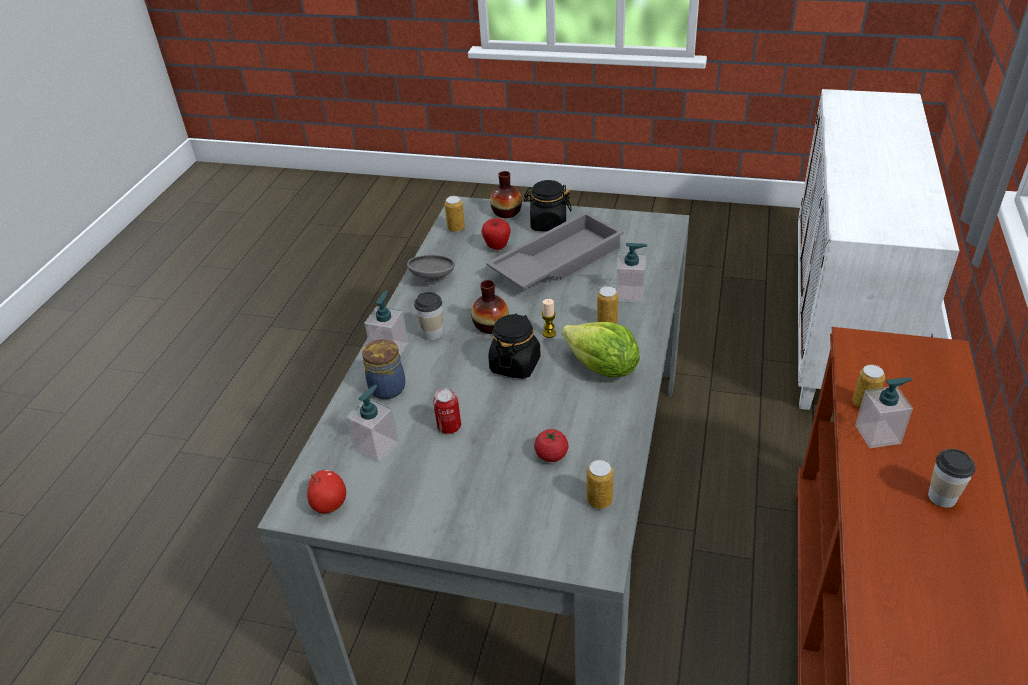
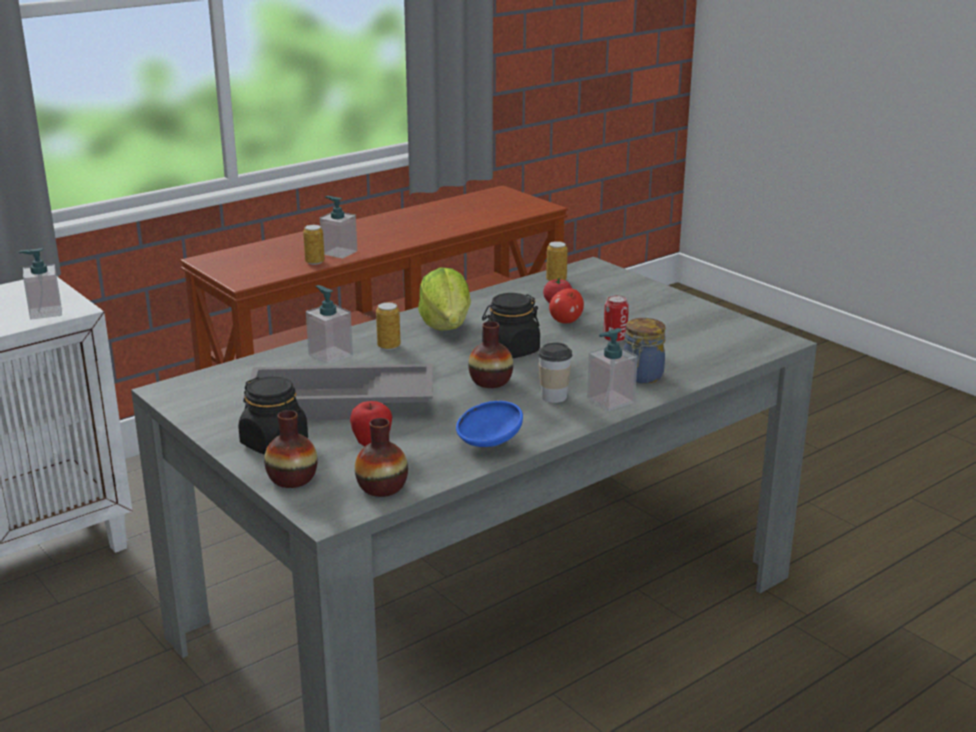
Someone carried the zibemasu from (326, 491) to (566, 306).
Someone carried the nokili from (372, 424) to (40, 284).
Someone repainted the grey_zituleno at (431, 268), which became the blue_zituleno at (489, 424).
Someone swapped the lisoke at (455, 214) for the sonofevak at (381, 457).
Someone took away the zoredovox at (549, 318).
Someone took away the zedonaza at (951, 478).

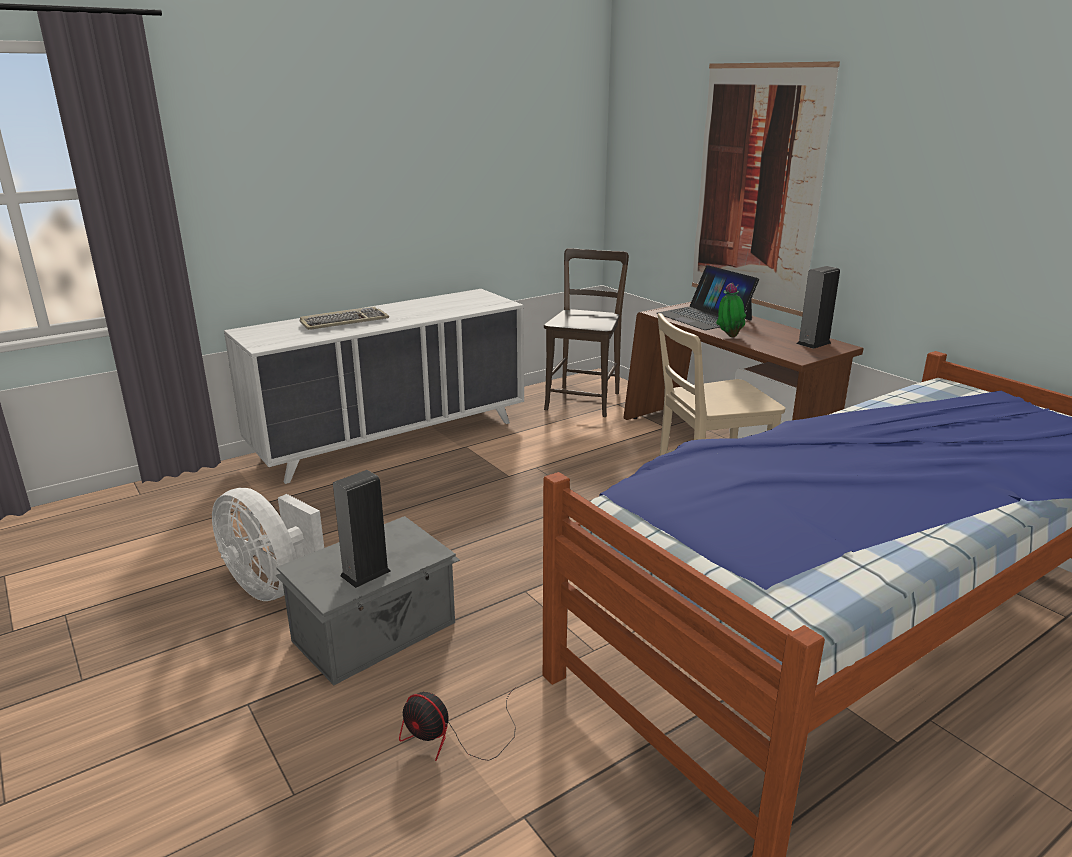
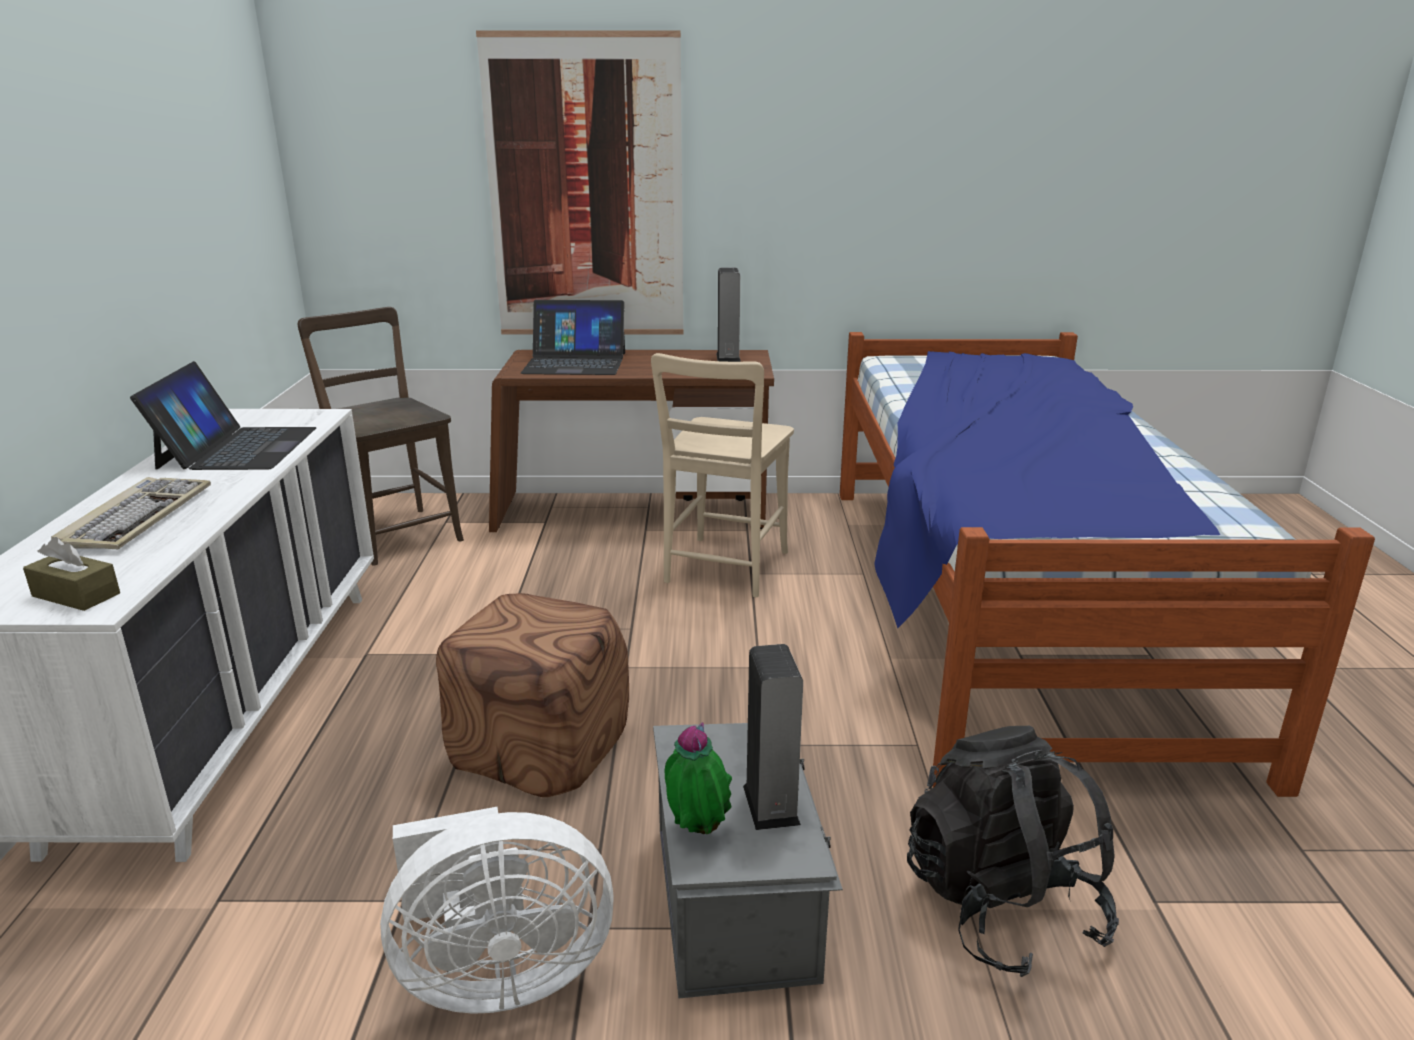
Someone swapped the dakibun at (457, 724) for the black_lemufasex at (1013, 851).
Someone carried the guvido from (731, 309) to (698, 778).
Someone put down the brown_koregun at (71, 574).
Someone put down the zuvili at (223, 415).
Someone put down the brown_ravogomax at (532, 695).

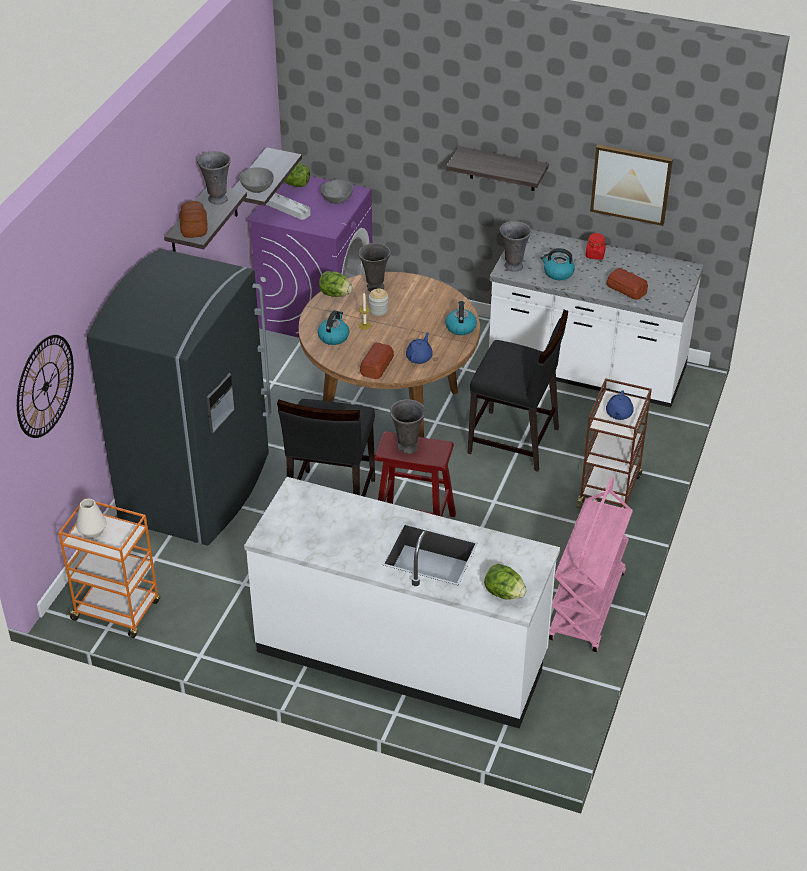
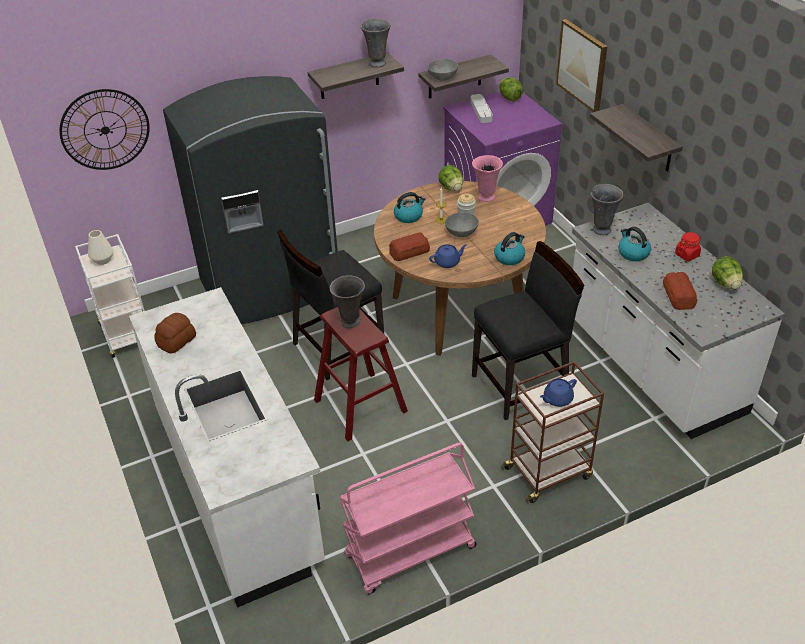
Someone repainted the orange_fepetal at (109, 568), which became the white_fepetal at (110, 296).
Someone carried the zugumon from (193, 219) to (175, 333).
Someone carried the grey_zituleno from (337, 191) to (462, 224).
Someone repainted the grey_sonofevak at (374, 267), which became the pink_sonofevak at (487, 178).
Someone rotated the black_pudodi at (517, 391) by 90 degrees counterclockwise.
Someone carried the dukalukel from (505, 582) to (727, 272).
Someone carried the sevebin from (631, 185) to (581, 65).

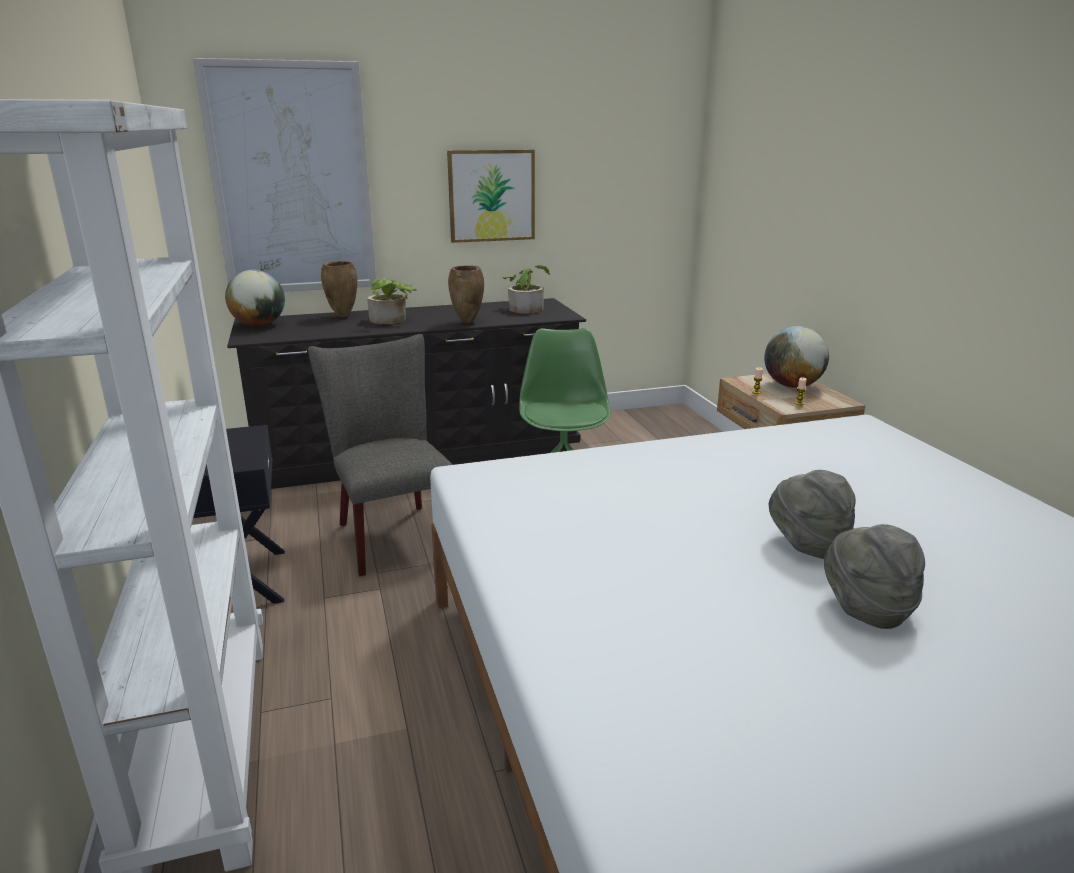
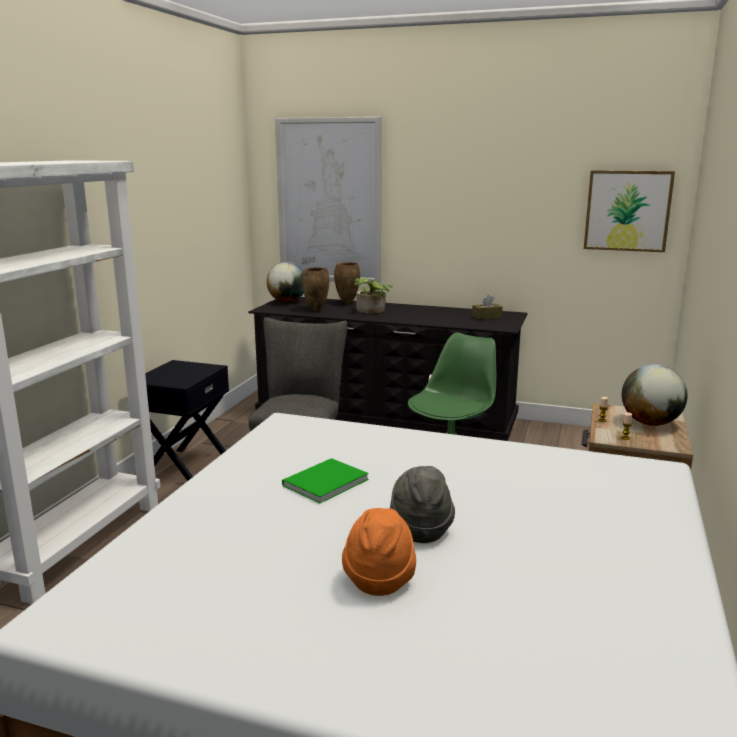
Someone carried the sevebin from (491, 196) to (629, 211).
Someone carried the brown_sonofevak from (466, 294) to (316, 289).
Someone swapped the guvido at (526, 289) for the brown_koregun at (487, 307).
Someone repainted the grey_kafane at (874, 576), which became the orange_kafane at (379, 552).
Someone put down the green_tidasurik at (325, 480).

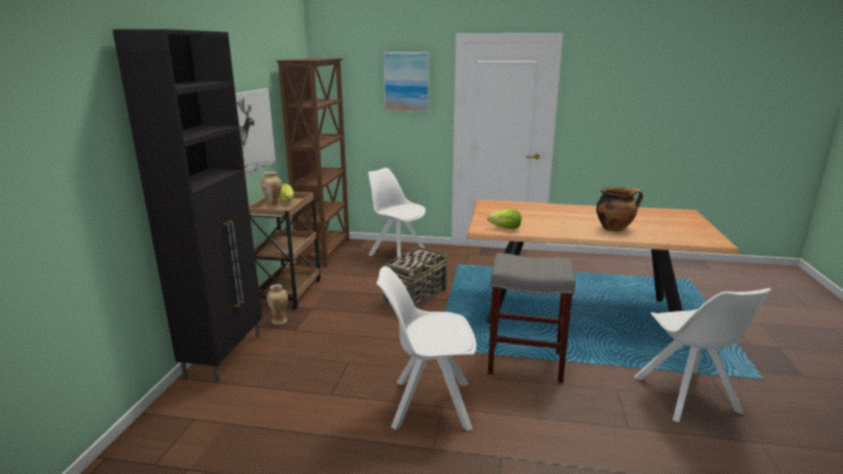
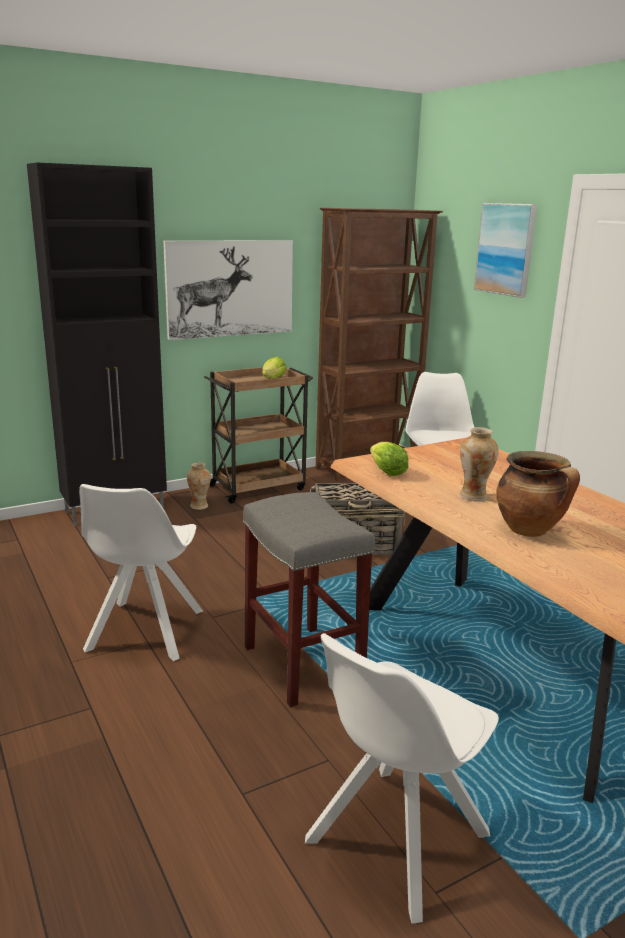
Someone carried the sonofevak from (271, 191) to (479, 464).
Someone rotated the white_pudodi at (426, 348) by 135 degrees counterclockwise.

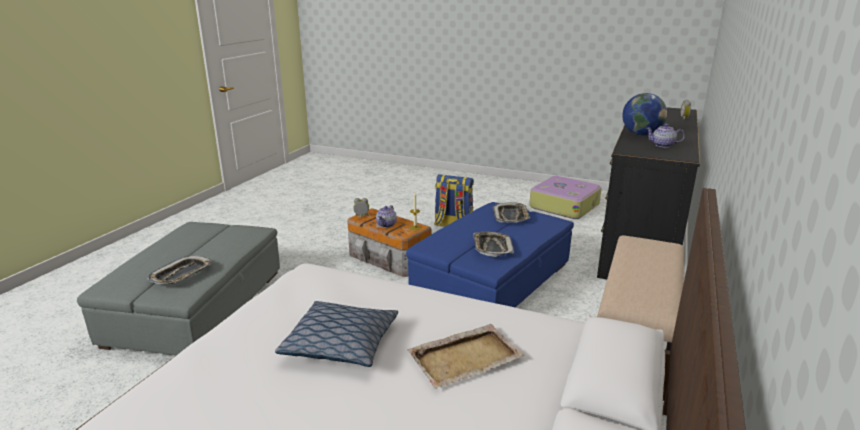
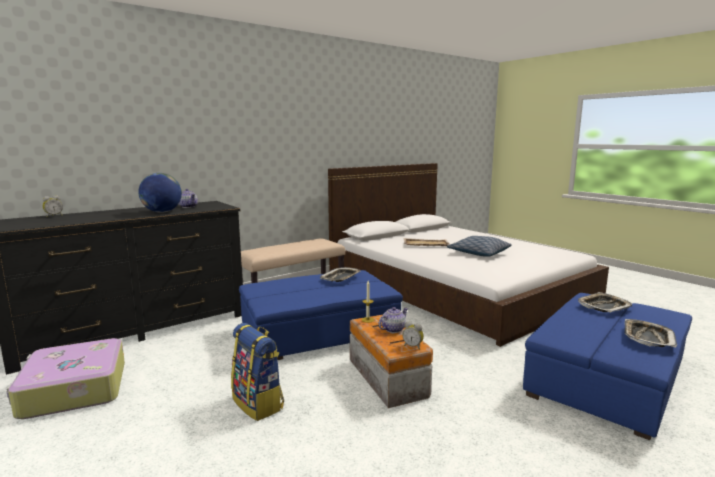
Someone repainted the grey_ravogomax at (178, 289), which became the blue_ravogomax at (607, 366).
Someone carried the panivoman from (511, 212) to (651, 333).

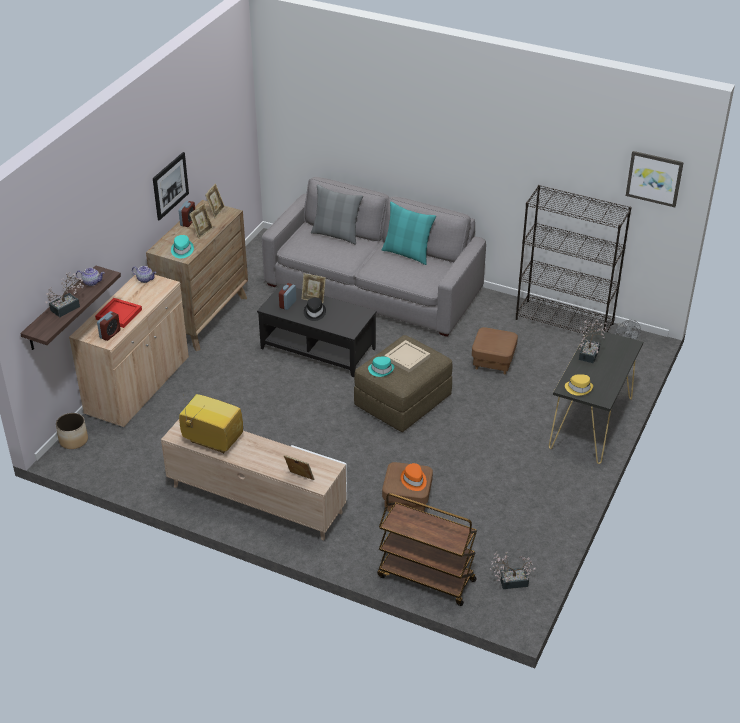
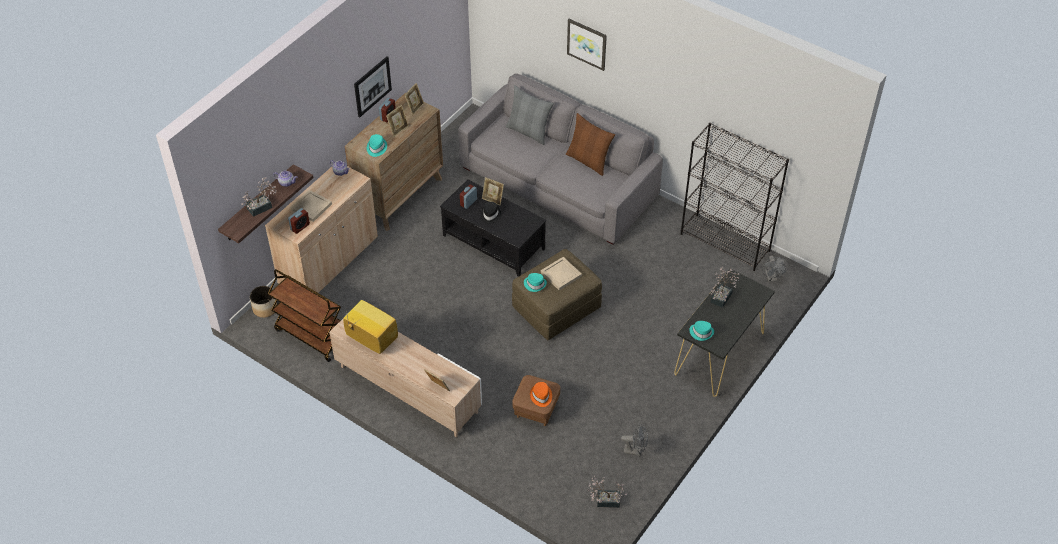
Someone repainted the red_panivoman at (118, 313), which became the beige_panivoman at (311, 206).
Someone carried the brown_fepetal from (427, 549) to (304, 315).
Someone repainted the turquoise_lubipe at (408, 233), which became the brown_lubipe at (590, 144).
Someone took away the brown_ravogomax at (495, 351).
Someone repainted the yellow_kafane at (579, 385), which became the turquoise_kafane at (701, 331).
Someone carried the sevebin from (655, 179) to (587, 45).
Someone put down the grey_dakibun at (634, 440).

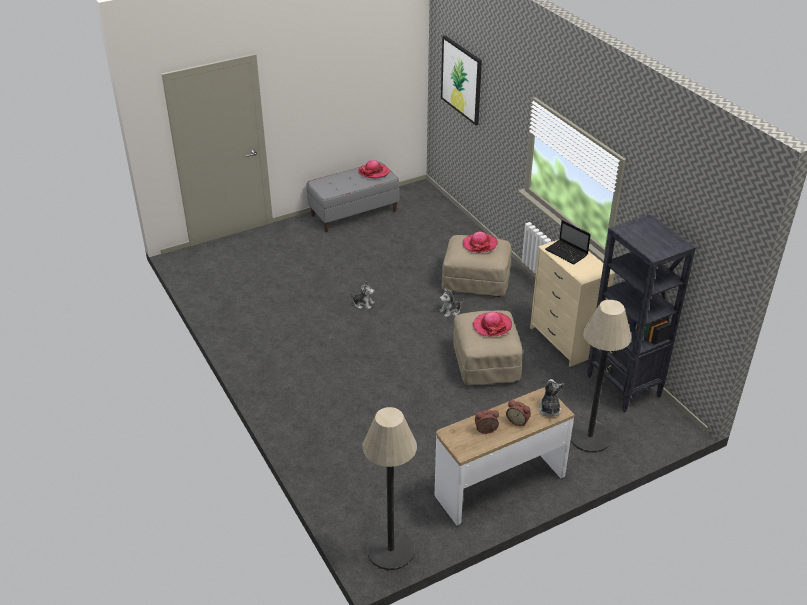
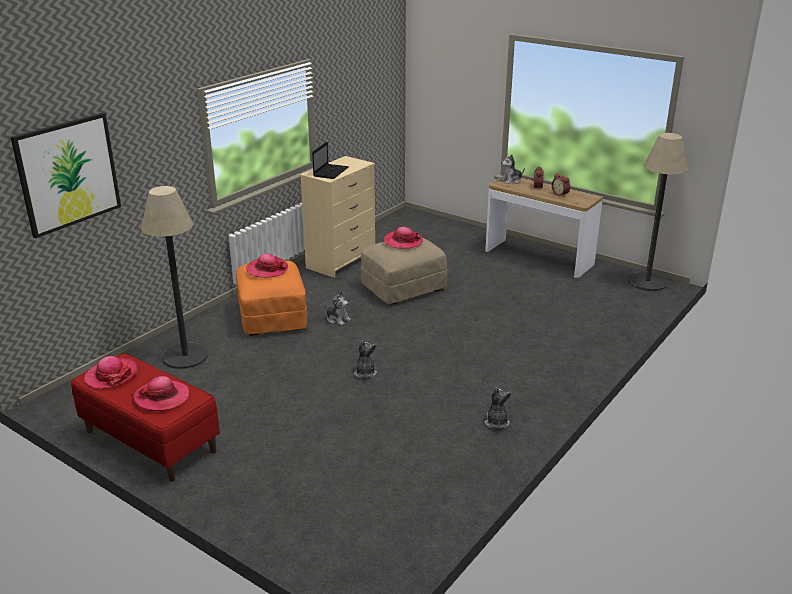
Someone repainted the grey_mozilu at (352, 197), which became the red_mozilu at (145, 417).
Someone repainted the beige_ravogomax at (476, 266), which became the orange_ravogomax at (271, 298).
Someone carried the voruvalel from (601, 376) to (174, 277).
Someone took away the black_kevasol at (641, 313).
Someone put down the kafane at (161, 394).
Someone put down the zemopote at (498, 407).

